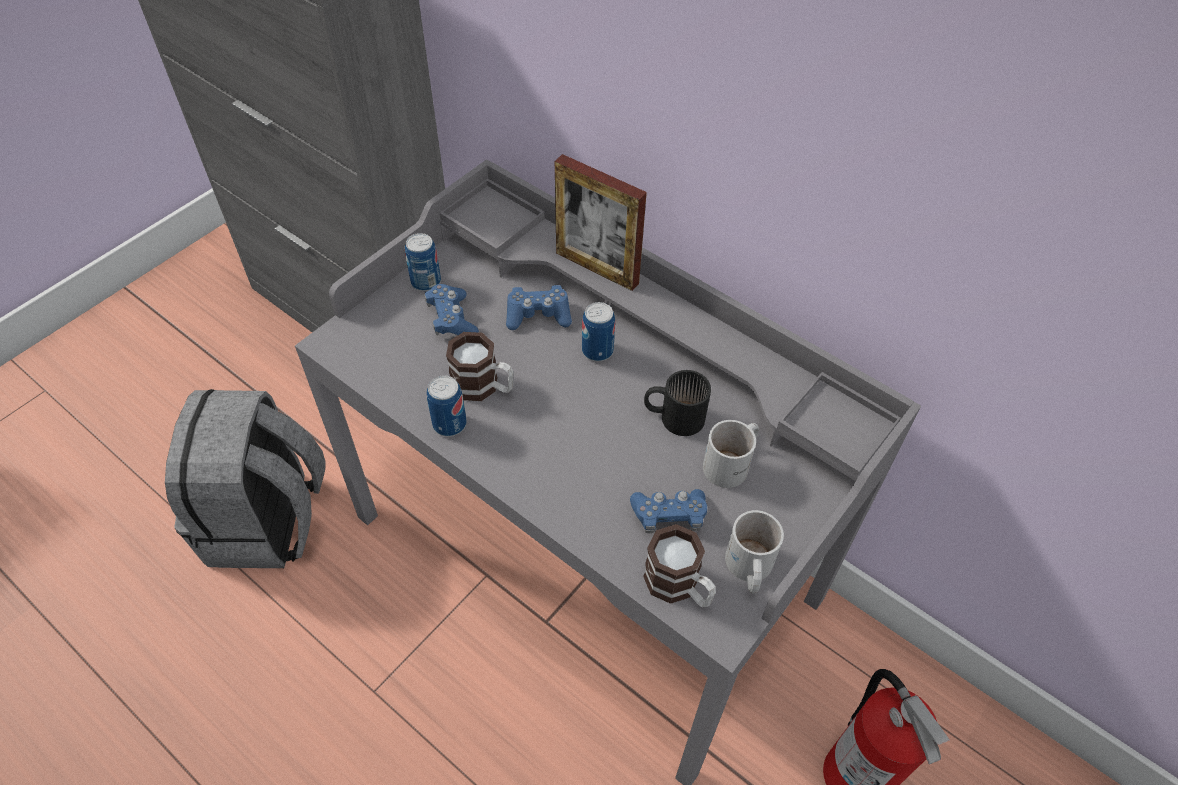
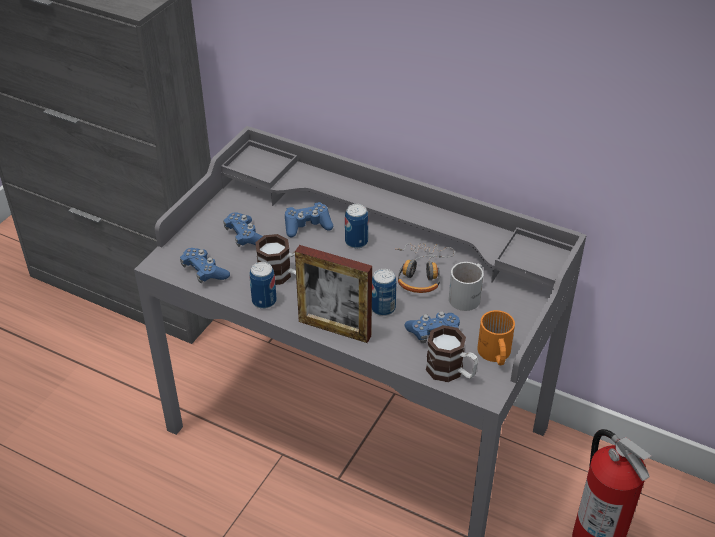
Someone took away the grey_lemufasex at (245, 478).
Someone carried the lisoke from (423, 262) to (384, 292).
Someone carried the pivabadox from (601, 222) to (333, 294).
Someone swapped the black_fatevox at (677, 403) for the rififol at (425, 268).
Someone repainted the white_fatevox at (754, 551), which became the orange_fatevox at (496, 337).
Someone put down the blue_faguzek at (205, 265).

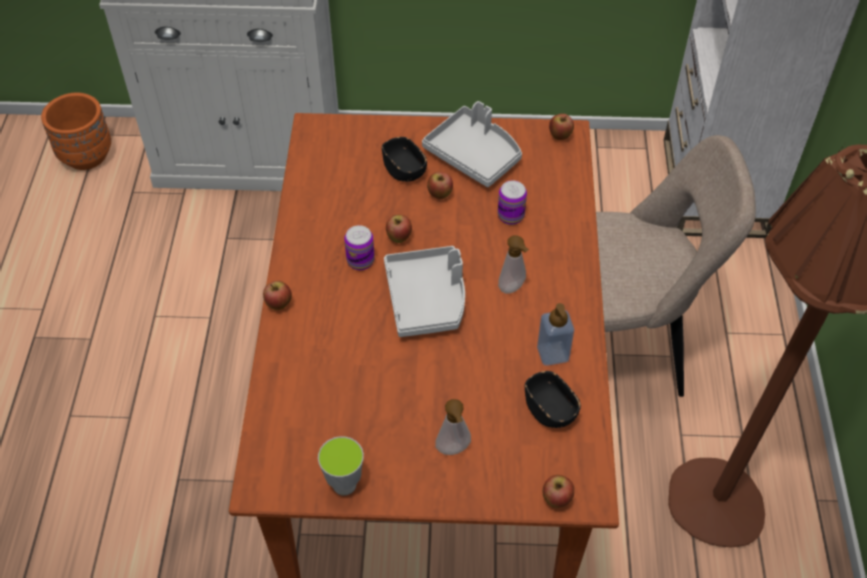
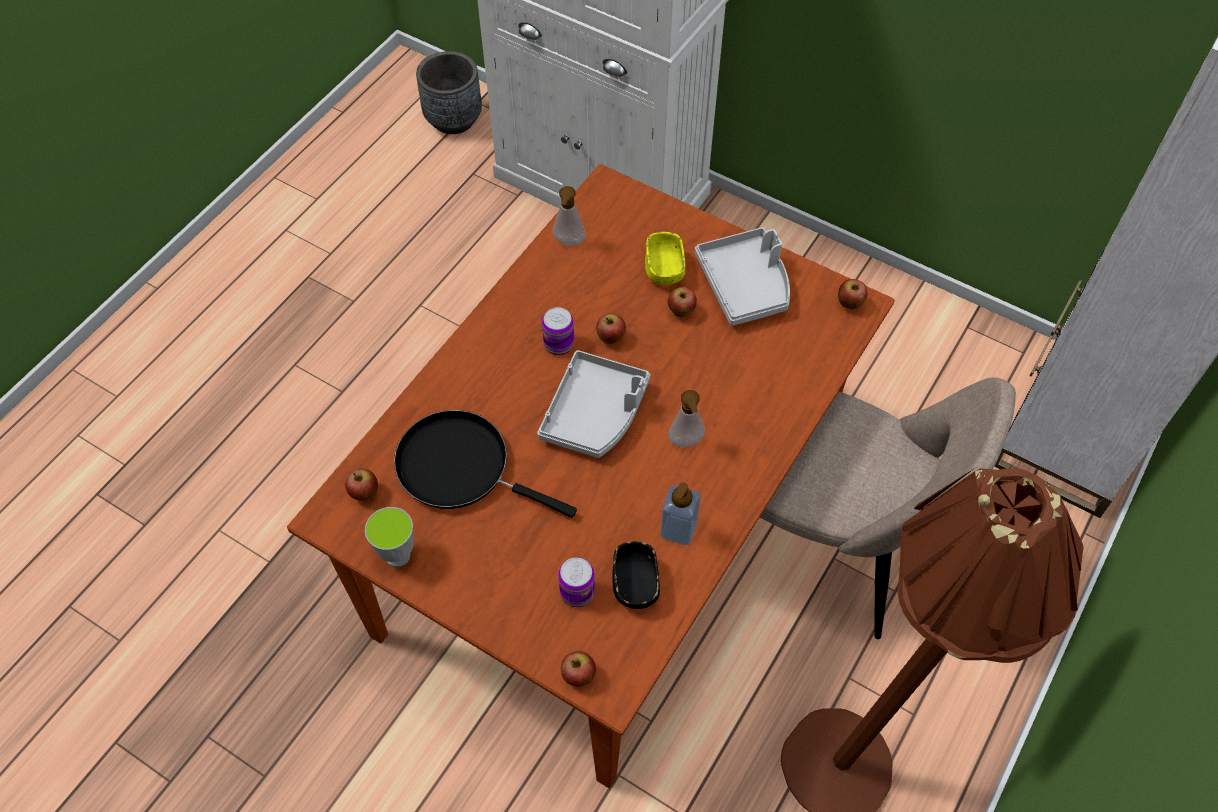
Someone repainted the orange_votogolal at (76, 131), which became the grey_votogolal at (449, 92).
Someone carried the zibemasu from (277, 295) to (361, 485).
Someone repainted the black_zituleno at (404, 159), which became the yellow_zituleno at (665, 258).
Someone carried the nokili from (453, 427) to (569, 216).
Someone carried the lisoke from (512, 203) to (576, 582).
Someone put down the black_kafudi at (485, 464).

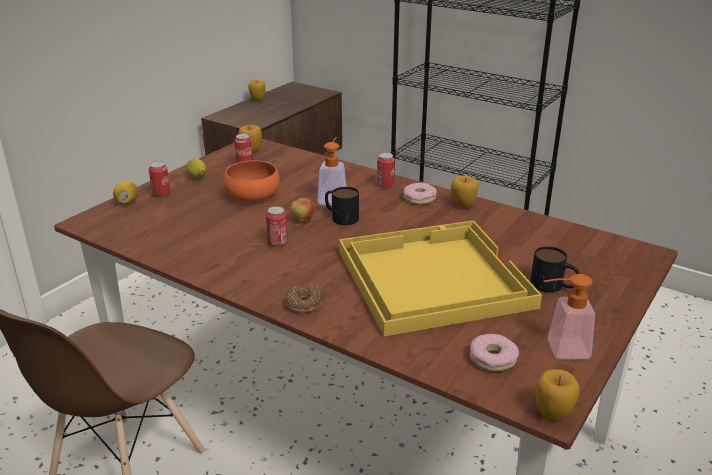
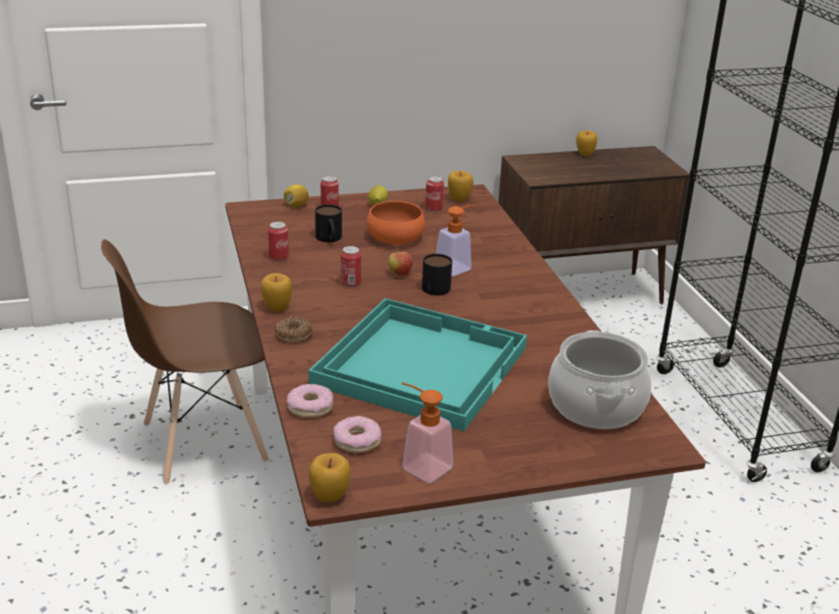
Someone repainted the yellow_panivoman at (440, 278), which became the turquoise_panivoman at (418, 364).
Someone carried the lisoke from (386, 170) to (278, 241).
Someone carried the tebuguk from (420, 194) to (310, 401).
Someone carried the zibemasu from (465, 192) to (276, 292).
Someone carried the fatevox from (555, 269) to (328, 223).
Someone put down the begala at (600, 379).

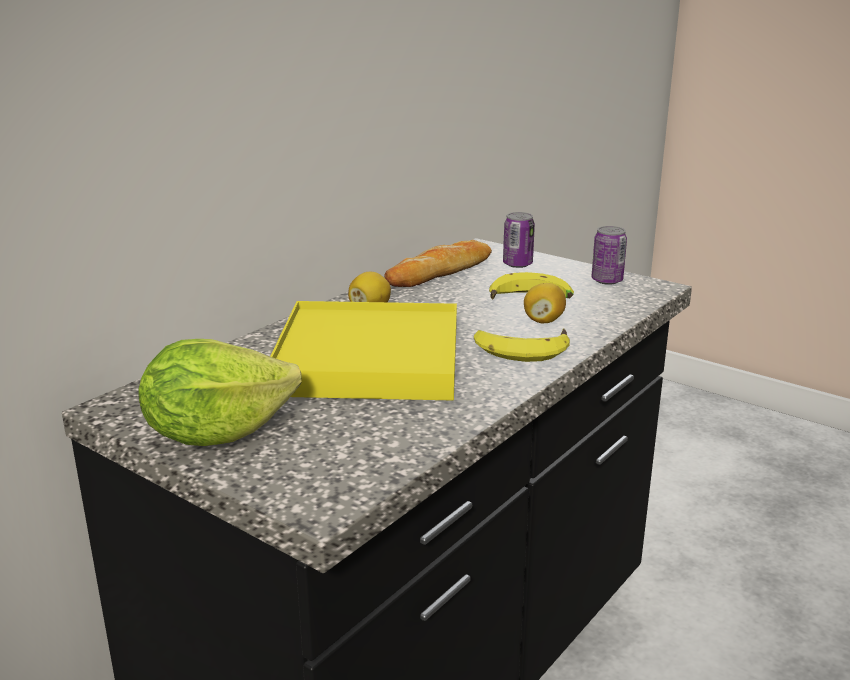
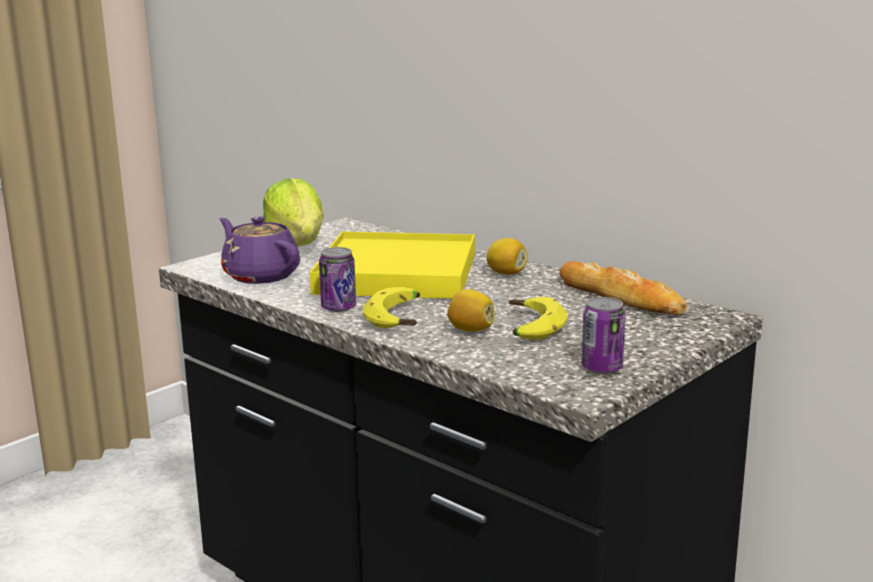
Someone carried the lisoke from (519, 240) to (337, 279).
Someone put down the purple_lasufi at (260, 250).

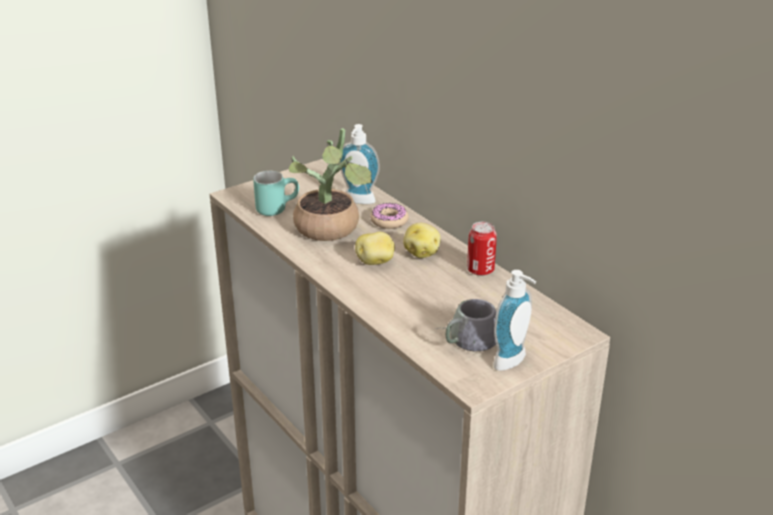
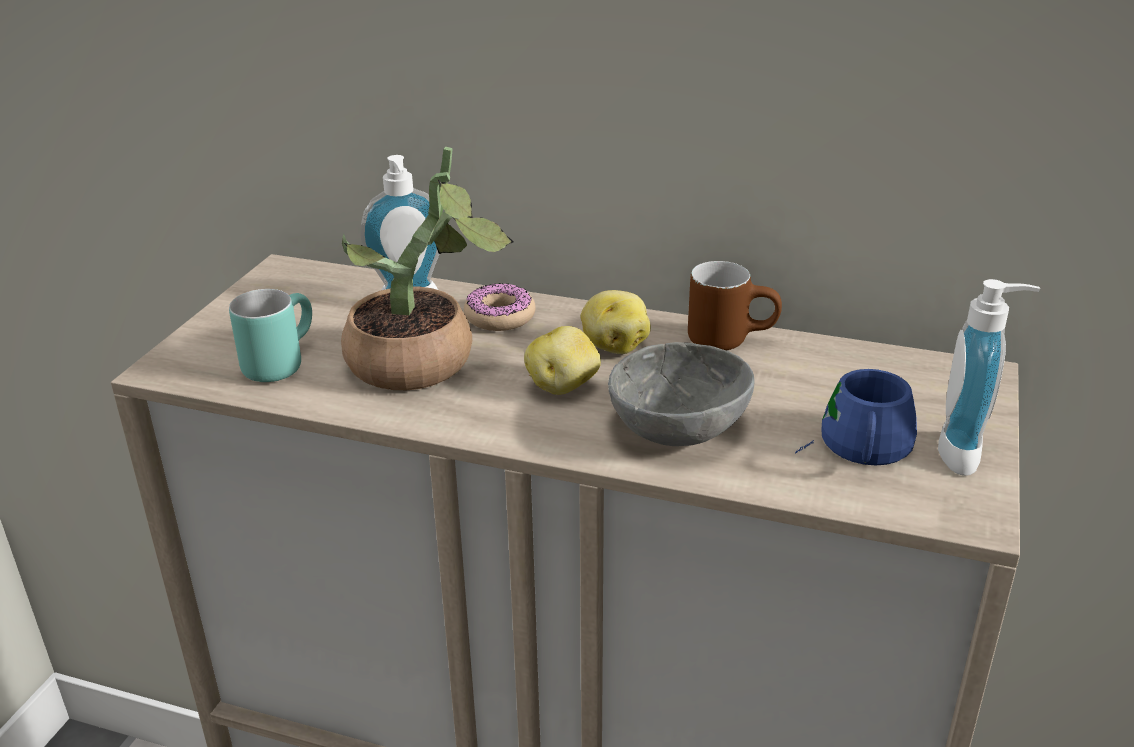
Someone repainted the grey_fatevox at (466, 325), which became the blue_fatevox at (856, 417).
Someone swapped the lisoke at (482, 249) for the brown_fatevox at (735, 305).
Someone put down the grey_zituleno at (681, 394).

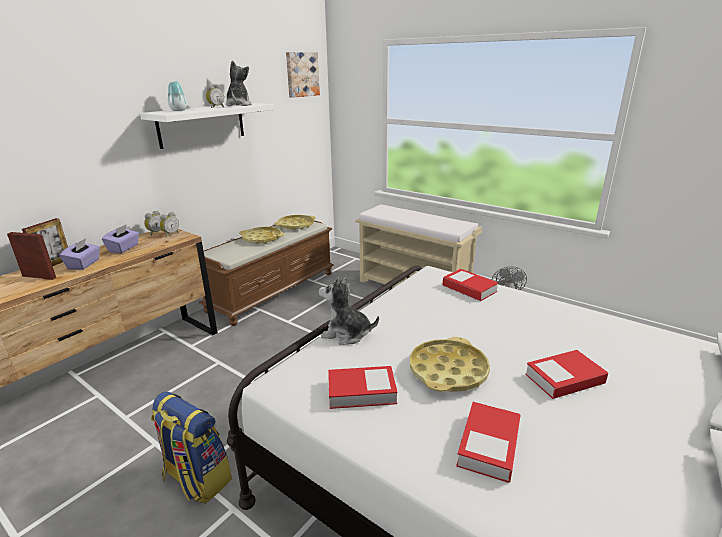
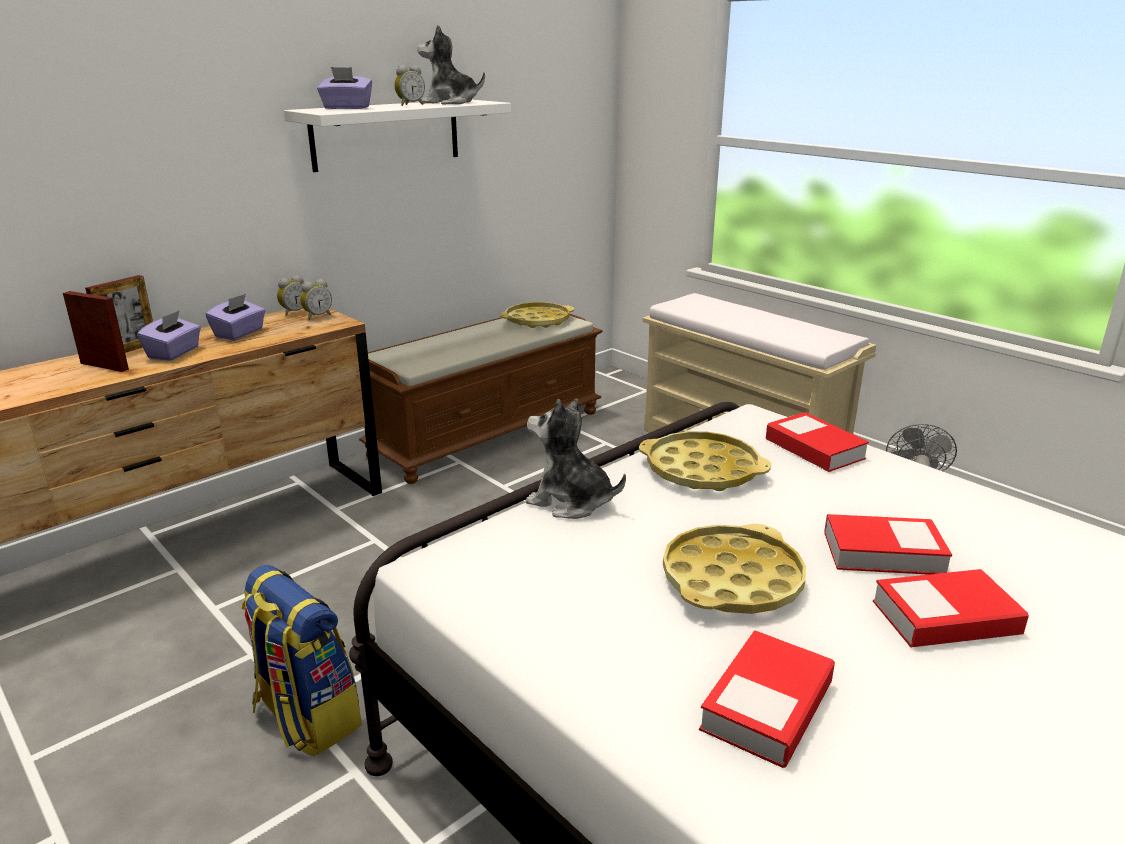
Someone swapped the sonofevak at (177, 96) for the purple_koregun at (344, 88).
Someone rotated the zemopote at (239, 83) by 90 degrees counterclockwise.
Someone carried the yellow_panivoman from (261, 235) to (705, 461).
Someone took away the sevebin at (303, 75).
Someone carried the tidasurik from (363, 387) to (888, 544).

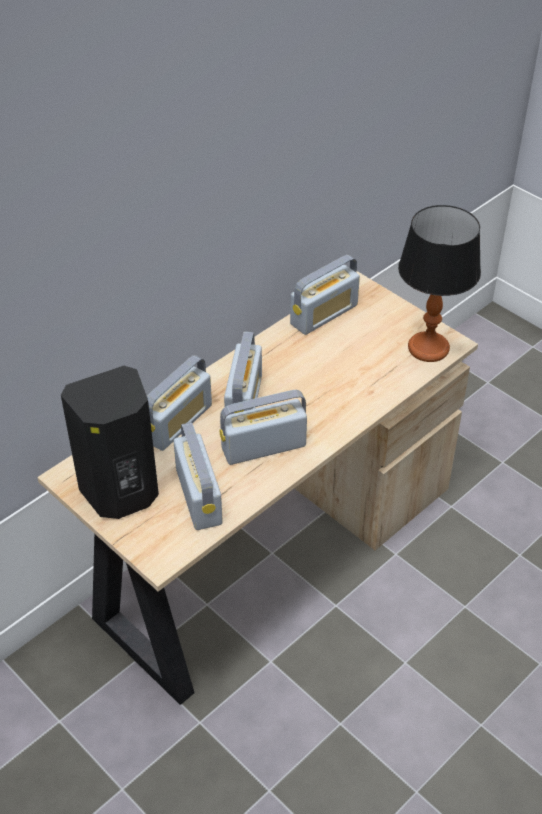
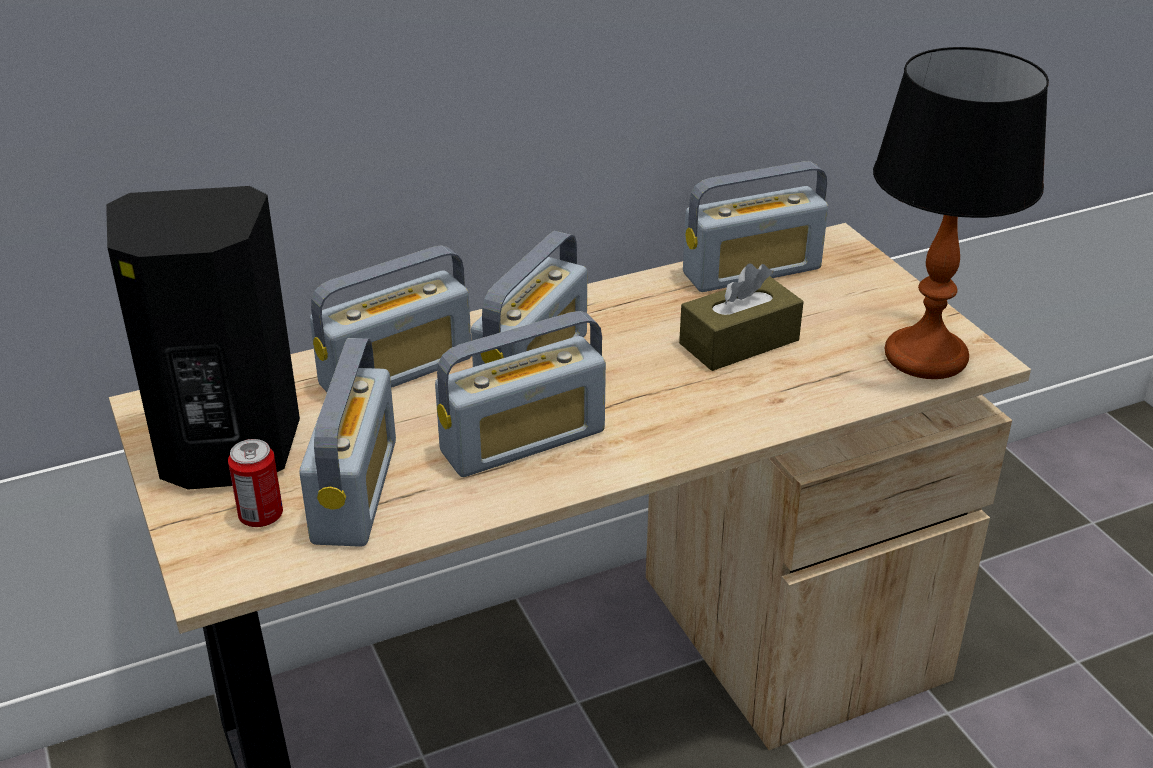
Someone rotated the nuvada at (263, 427) by 150 degrees clockwise.
Someone put down the lisoke at (255, 483).
Someone put down the brown_koregun at (741, 317).

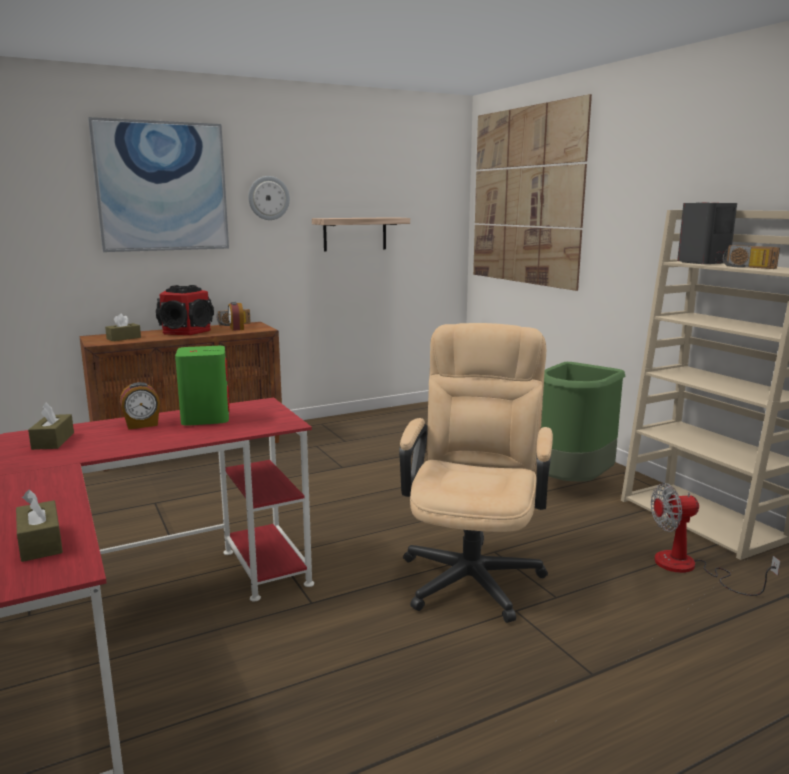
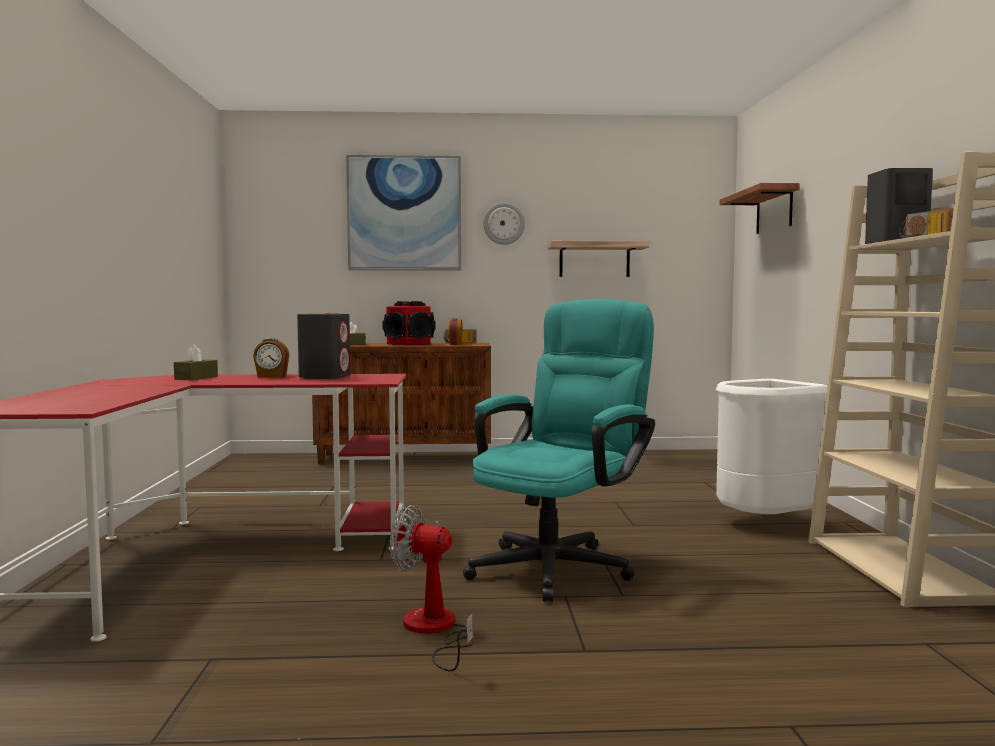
Someone took away the brown_koregun at (39, 526).
Someone repainted the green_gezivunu at (202, 386), which became the grey_gezivunu at (323, 346).
Someone repainted the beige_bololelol at (476, 473), which became the turquoise_bololelol at (559, 450).
Someone swapped the sevebin at (532, 192) for the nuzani at (759, 208).
Someone repainted the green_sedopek at (583, 421), which became the white_sedopek at (772, 446).
Someone carried the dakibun from (715, 539) to (432, 588).

